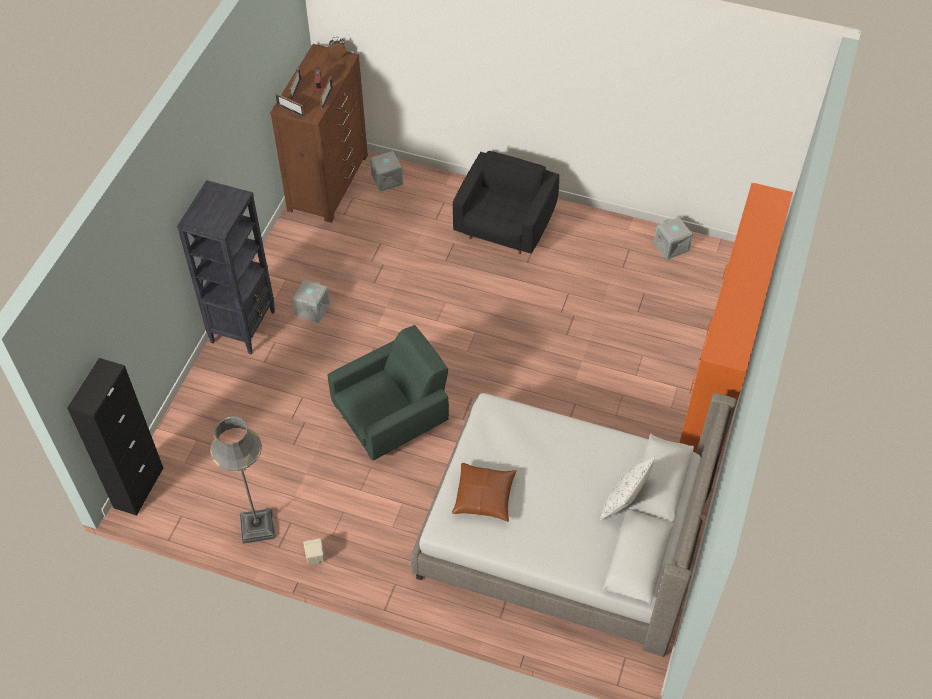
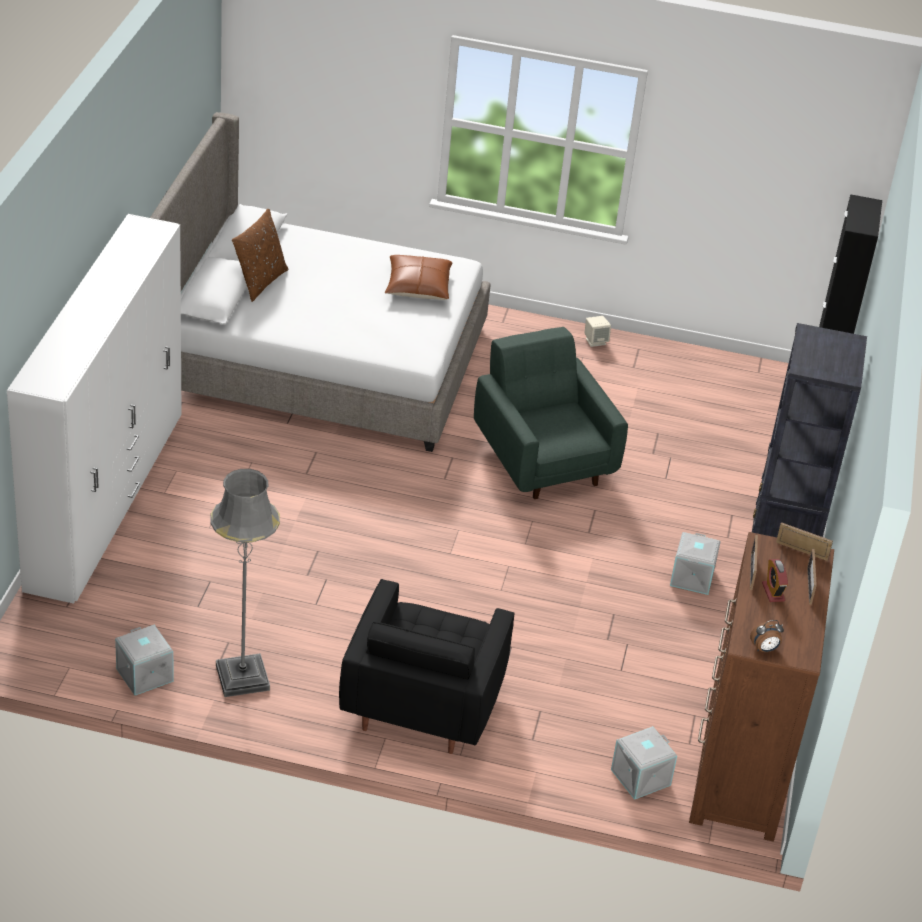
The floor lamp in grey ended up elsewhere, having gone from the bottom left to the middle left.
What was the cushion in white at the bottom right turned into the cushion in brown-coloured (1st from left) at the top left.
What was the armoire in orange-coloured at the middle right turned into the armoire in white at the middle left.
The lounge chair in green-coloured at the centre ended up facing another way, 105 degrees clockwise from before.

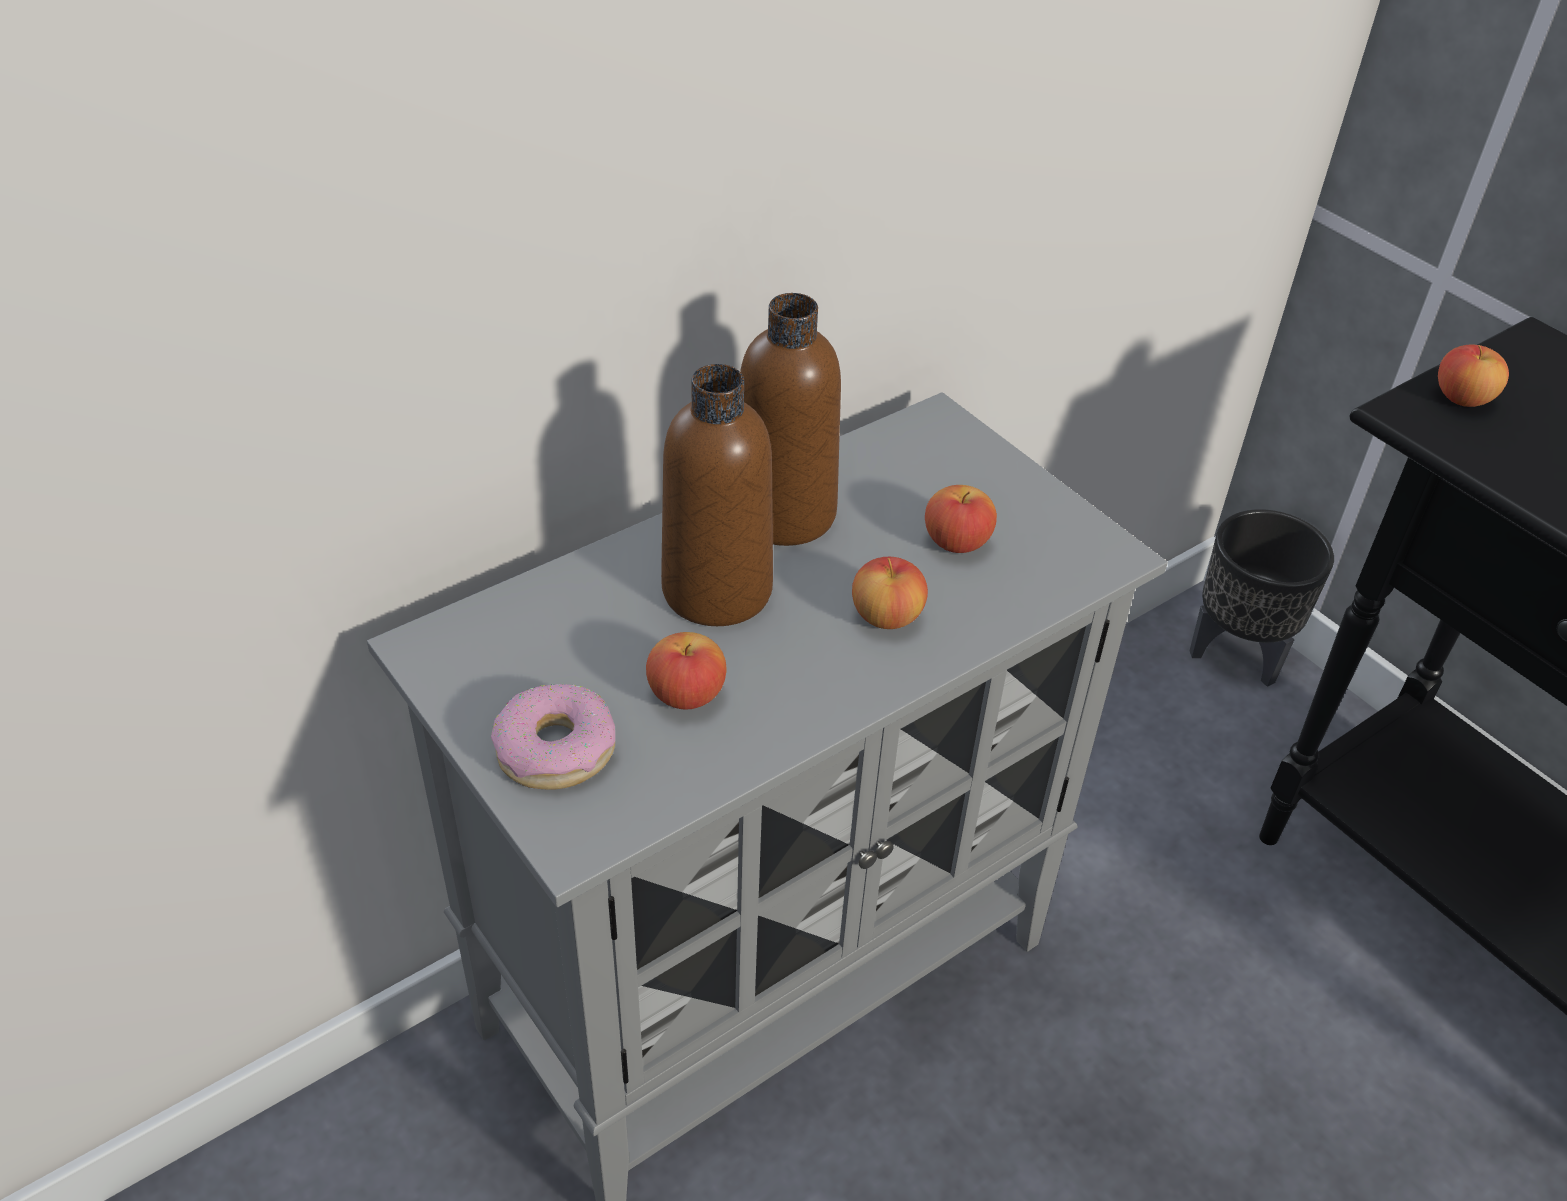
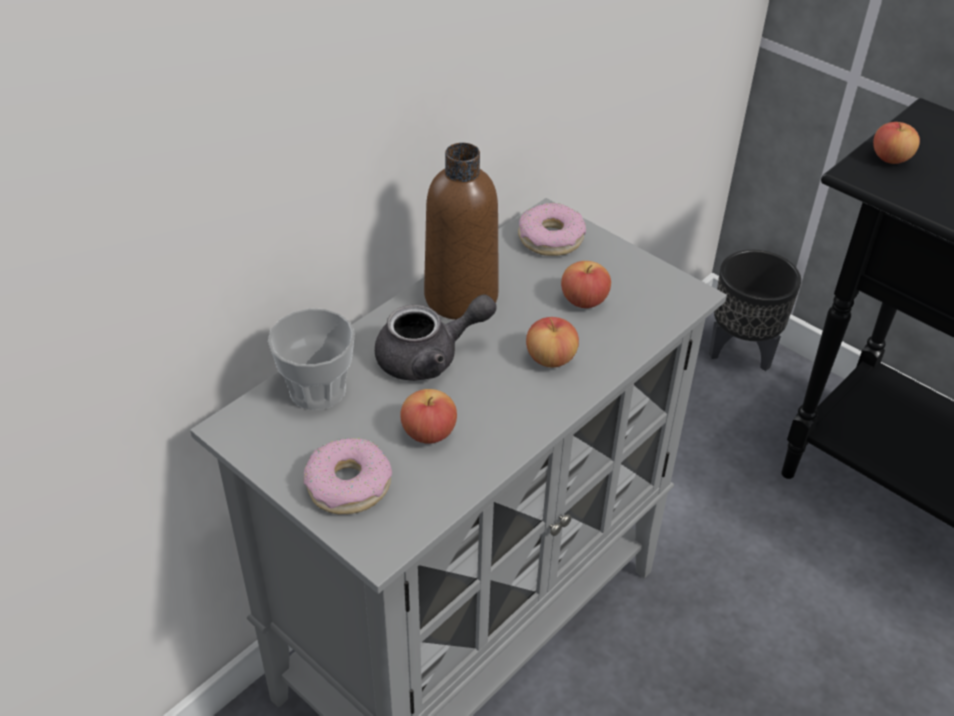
The second view gained the drinking cup at the middle left.
The second view gained the donut (2nd from left) at the top centre.
Where the bottle in brown-coloured (1st from left) stood at the centre, the teapot in grey came to stand at the centre.

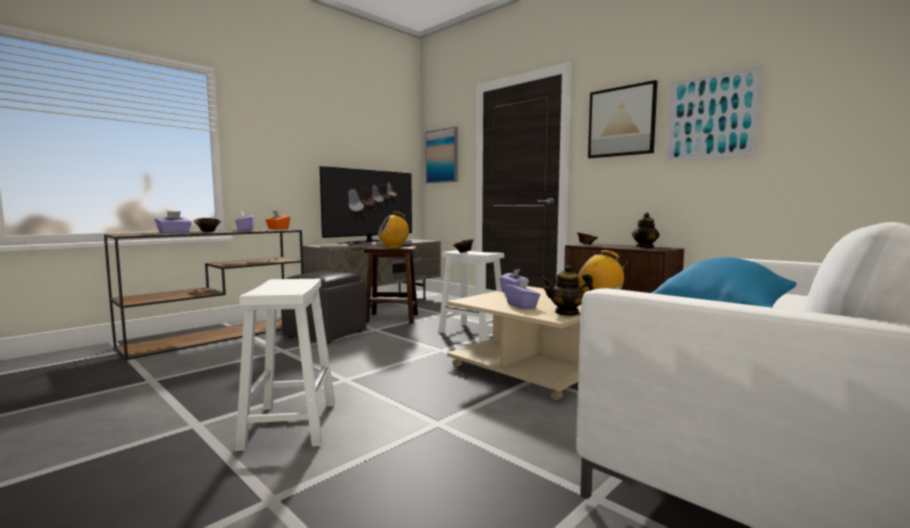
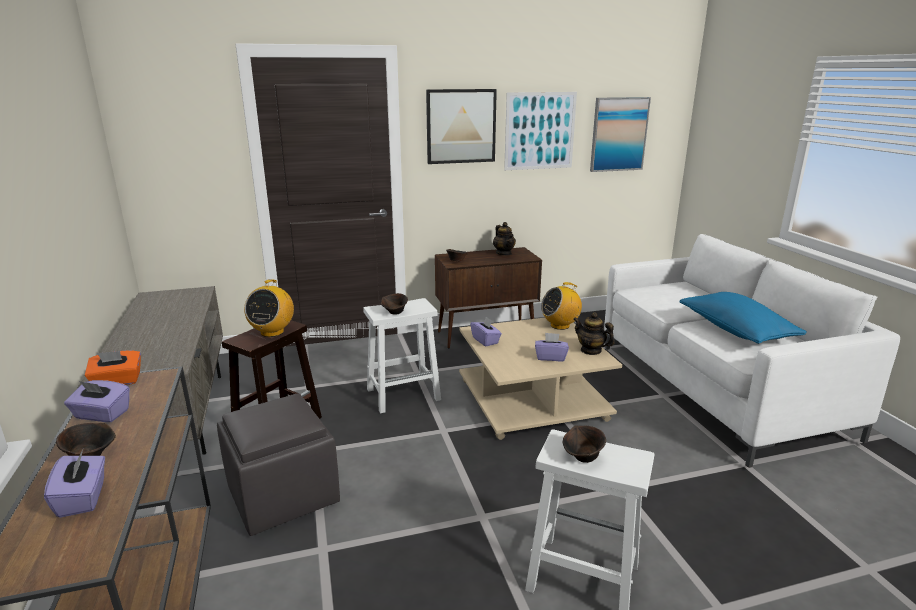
The second view lost the TV set at the centre.
The second view gained the deep dish in brown-coloured (4th from left) at the bottom centre.
The picture (1st from left in the first image) ended up elsewhere, having gone from the top centre to the top right.
The teapot (1st from left in the first image) at the centre ended up facing another way, 90 degrees clockwise from before.

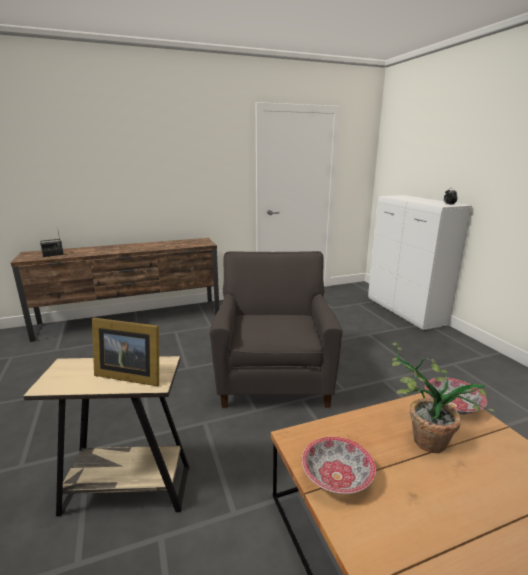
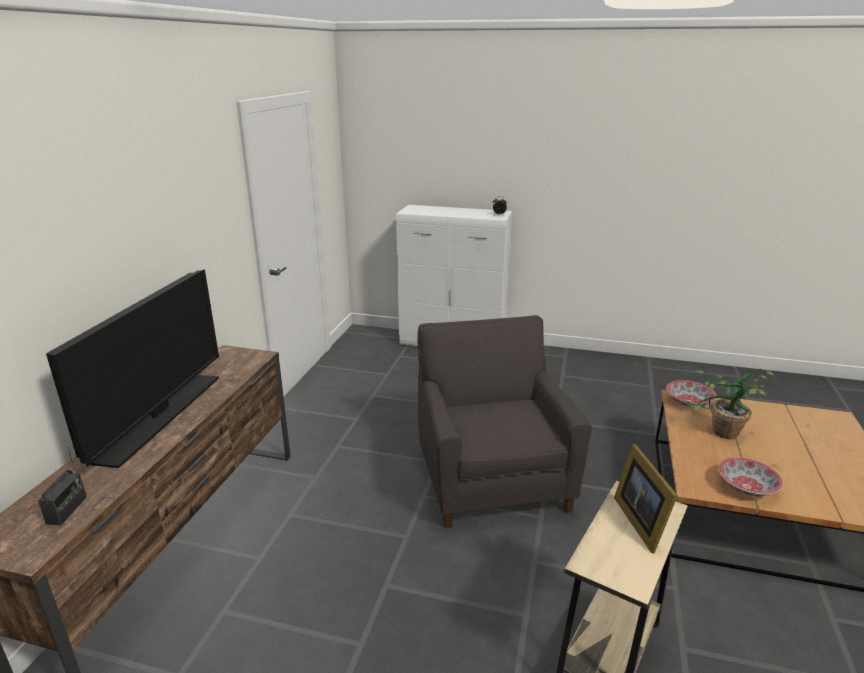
The second view gained the TV set at the middle left.
The photo frame at the middle left ended up facing another way, 120 degrees clockwise from before.
The lounge chair in grey at the centre ended up facing another way, 45 degrees clockwise from before.

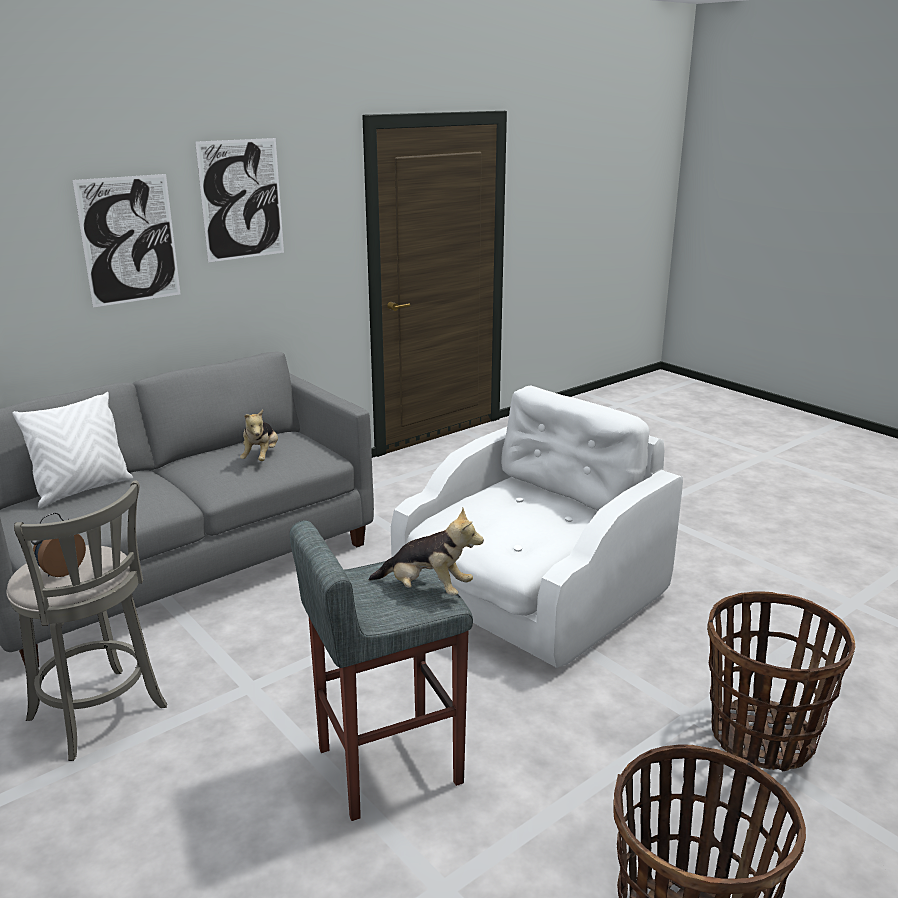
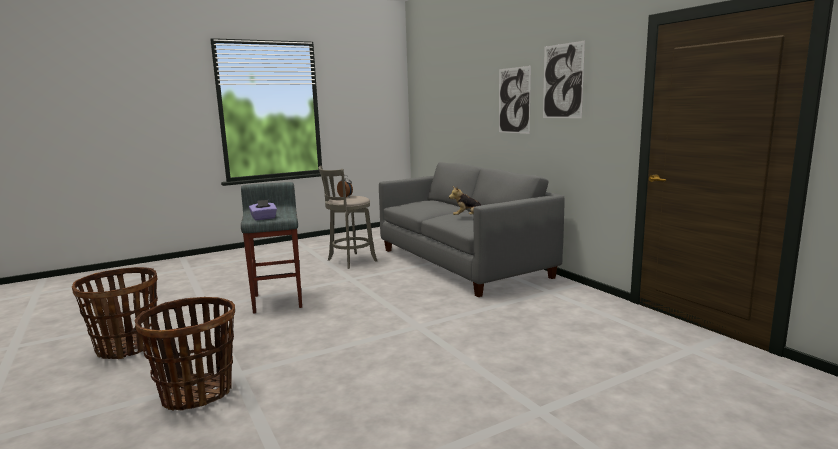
The second view lost the cushion in white at the middle left.
The second view lost the lounge chair in white at the centre.
Where the plush toy (2nd from left) stood at the centre, the tissue holder in purple-coloured came to stand at the middle left.

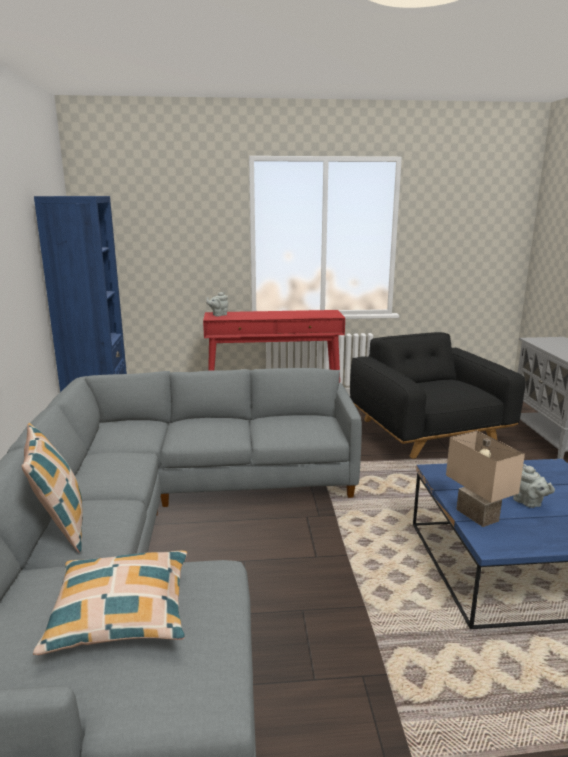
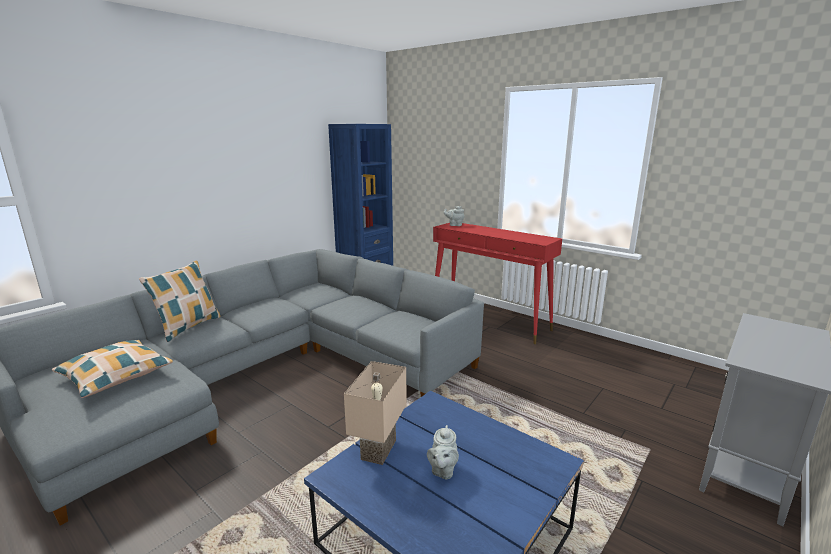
The second view lost the lounge chair in black-coloured at the middle right.

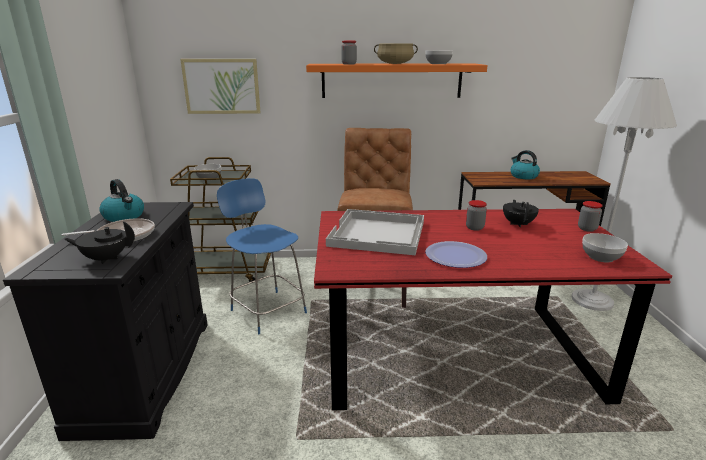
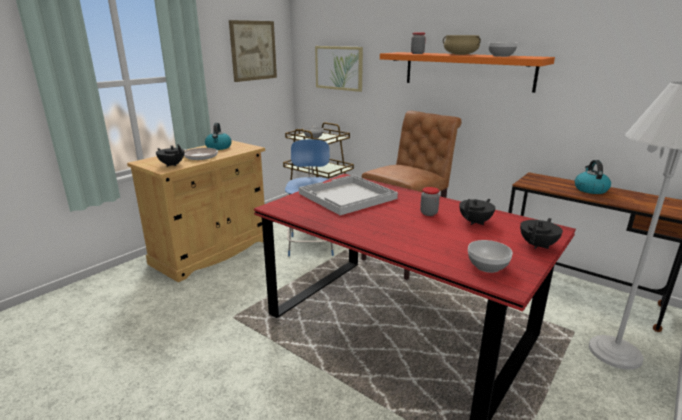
The second view lost the flat dish at the centre.
The second view gained the picture (1st from left) at the top centre.
Where the storage jar (3rd from left) stood at the middle right, the teapot in black-coloured (3rd from left) came to stand at the middle right.
What was the storage cabinet in black-coloured at the bottom left turned into the storage cabinet in beige at the middle left.

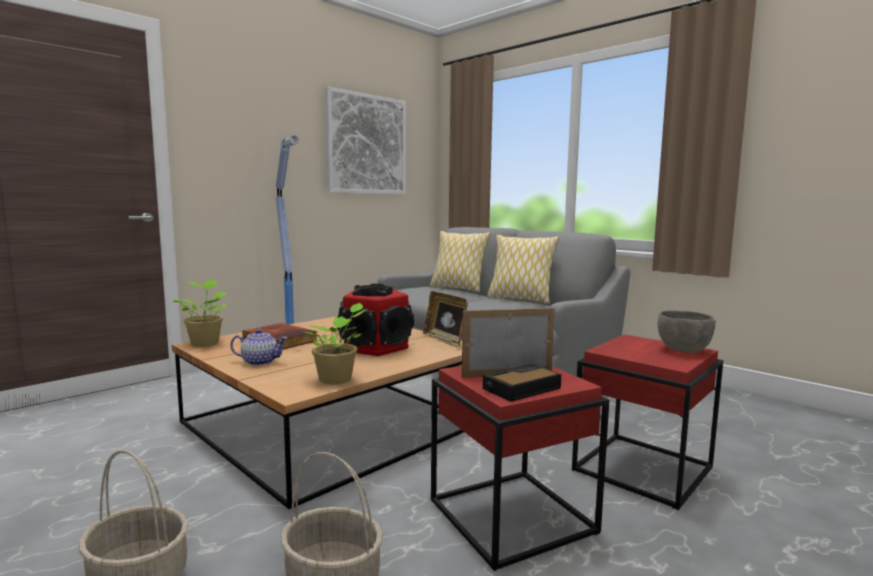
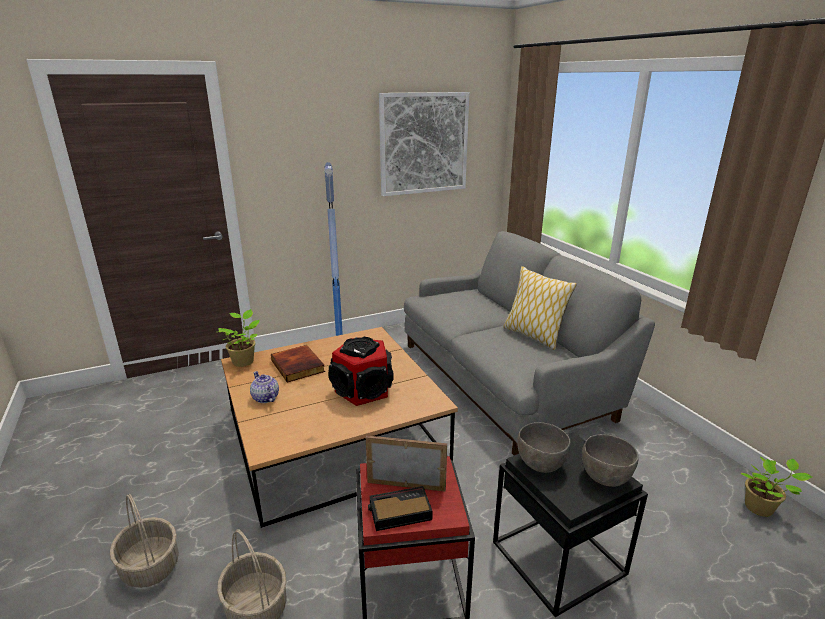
The second view lost the photo frame (1st from left) at the centre.
The second view lost the cushion (1st from left) at the centre.
The second view gained the deep dish in grey (1st from left) at the bottom centre.
The potted plant (2nd from left) ended up elsewhere, having gone from the centre to the bottom right.
What was the accent table in reddish (2nd from left) at the bottom right turned into the accent table in black-coloured at the bottom right.
The teapot at the middle left ended up facing another way, 150 degrees counterclockwise from before.

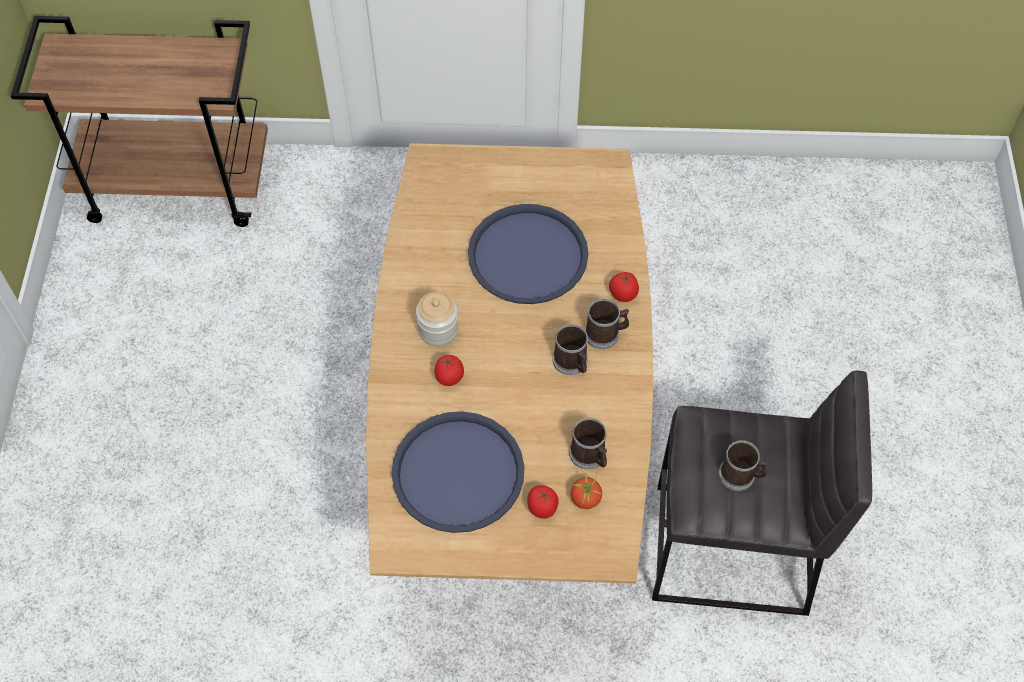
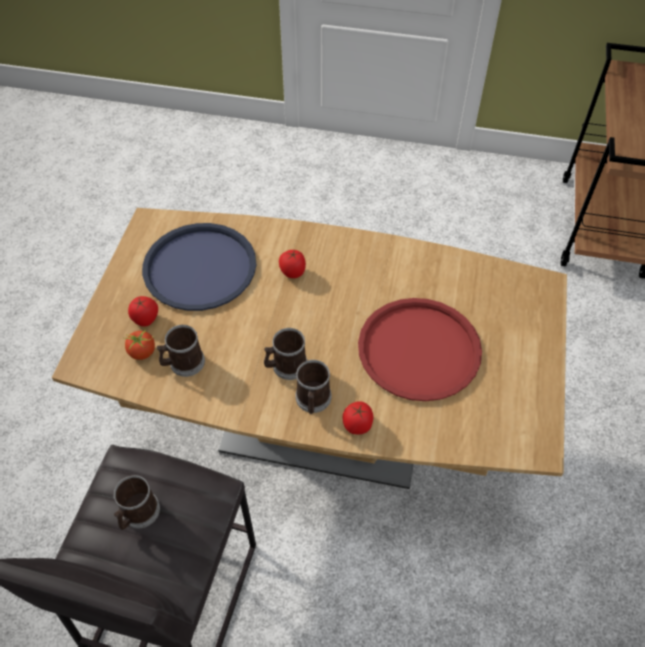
The second view lost the storage jar at the centre.
What was the serving tray in blue-coloured (2nd from left) at the centre turned into the serving tray in reddish at the centre.

